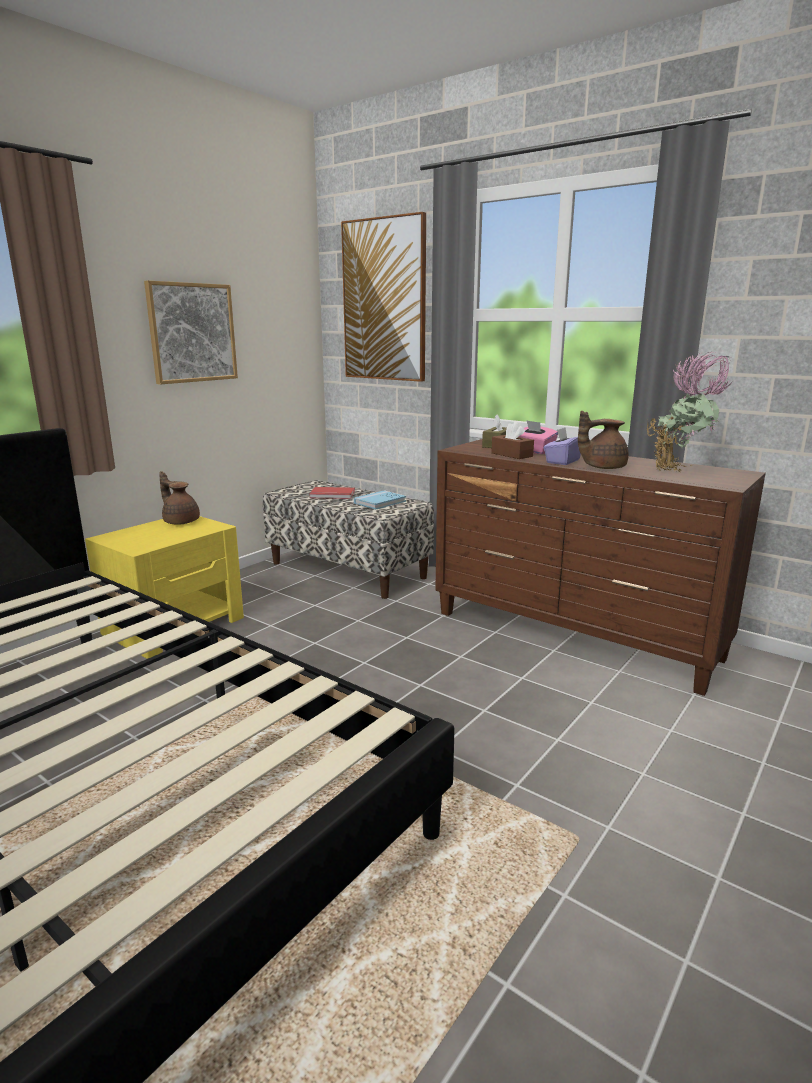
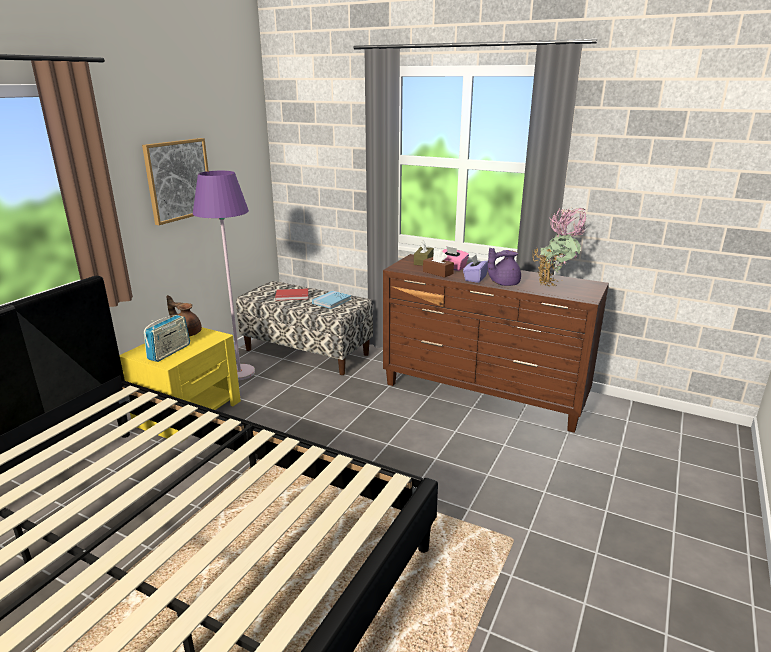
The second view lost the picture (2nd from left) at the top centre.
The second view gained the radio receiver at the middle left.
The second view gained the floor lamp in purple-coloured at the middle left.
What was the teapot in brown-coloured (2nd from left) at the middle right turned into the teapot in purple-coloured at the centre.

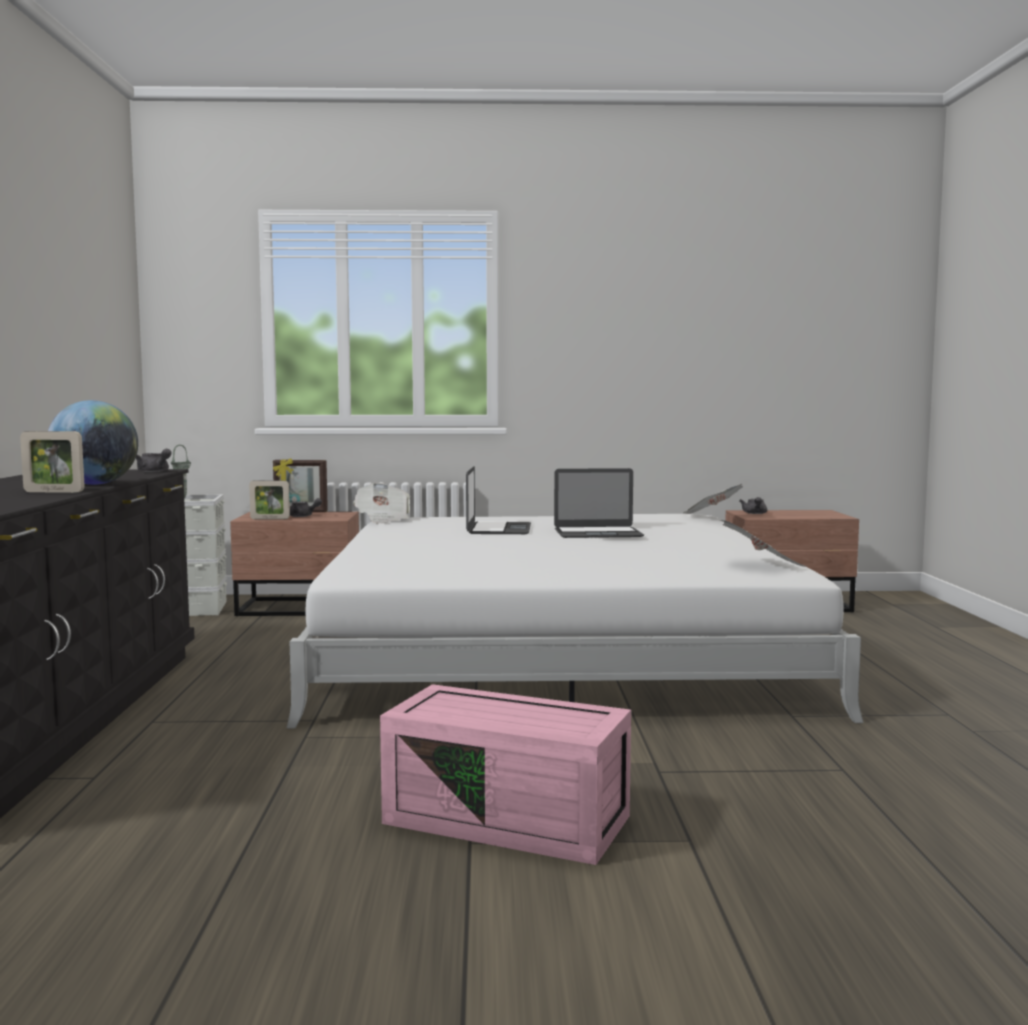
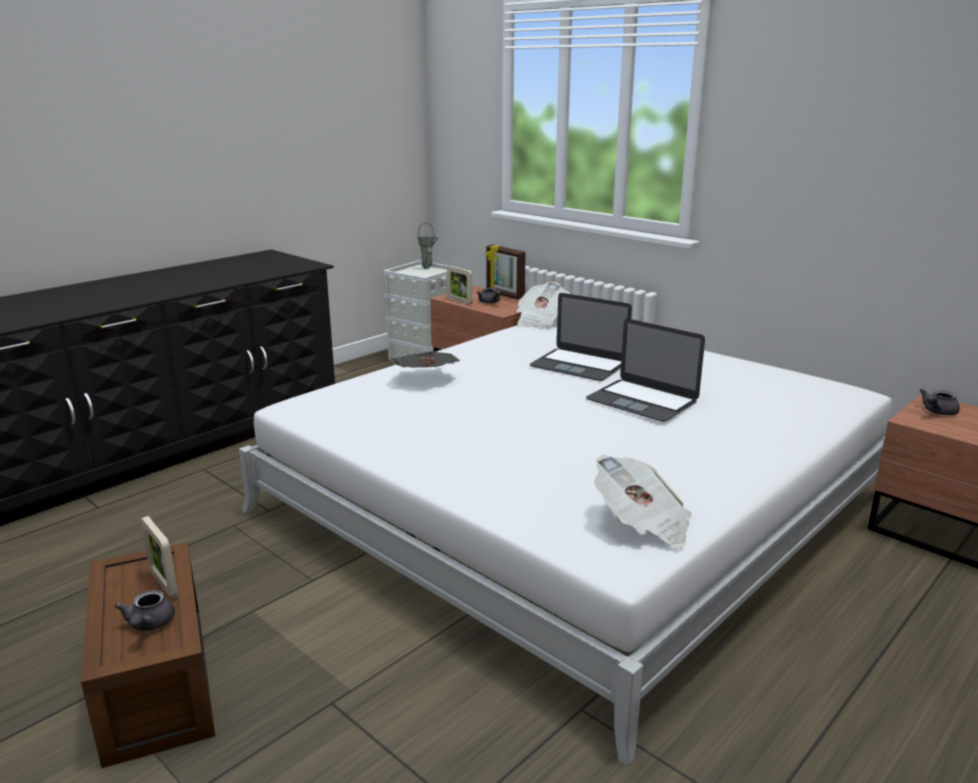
The second view lost the globe at the middle left.
The photo frame (1st from left) ended up elsewhere, having gone from the middle left to the bottom left.
The teapot in grey (1st from left) ended up elsewhere, having gone from the middle left to the bottom left.
The printed paper (2nd from left in the first image) ended up elsewhere, having gone from the middle right to the centre.
What was the storage container in pink-coloured at the bottom centre turned into the storage container in brown-coloured at the bottom left.
The laptop (1st from left) at the centre ended up facing another way, 75 degrees clockwise from before.

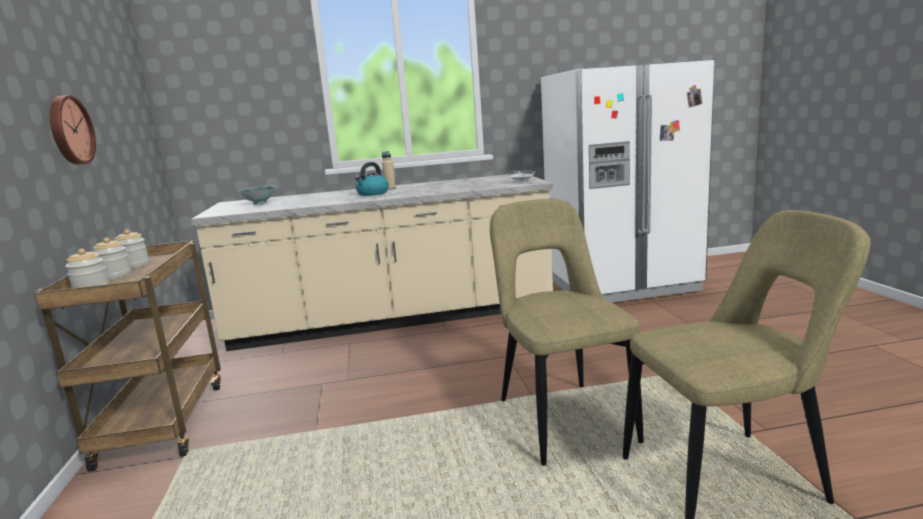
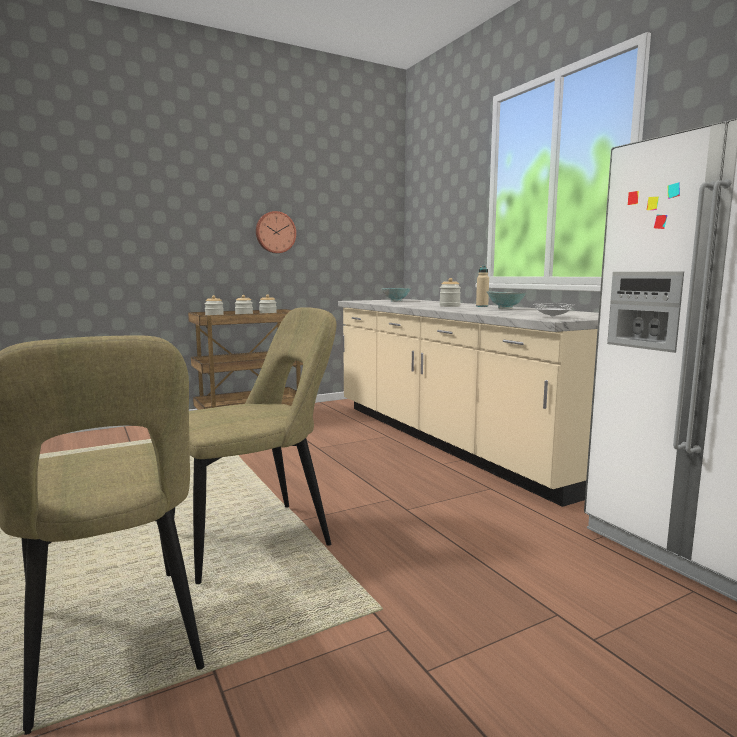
The second view gained the deep dish (2nd from left) at the middle right.
Where the tea kettle stood at the centre, the storage jar (4th from left) came to stand at the centre.

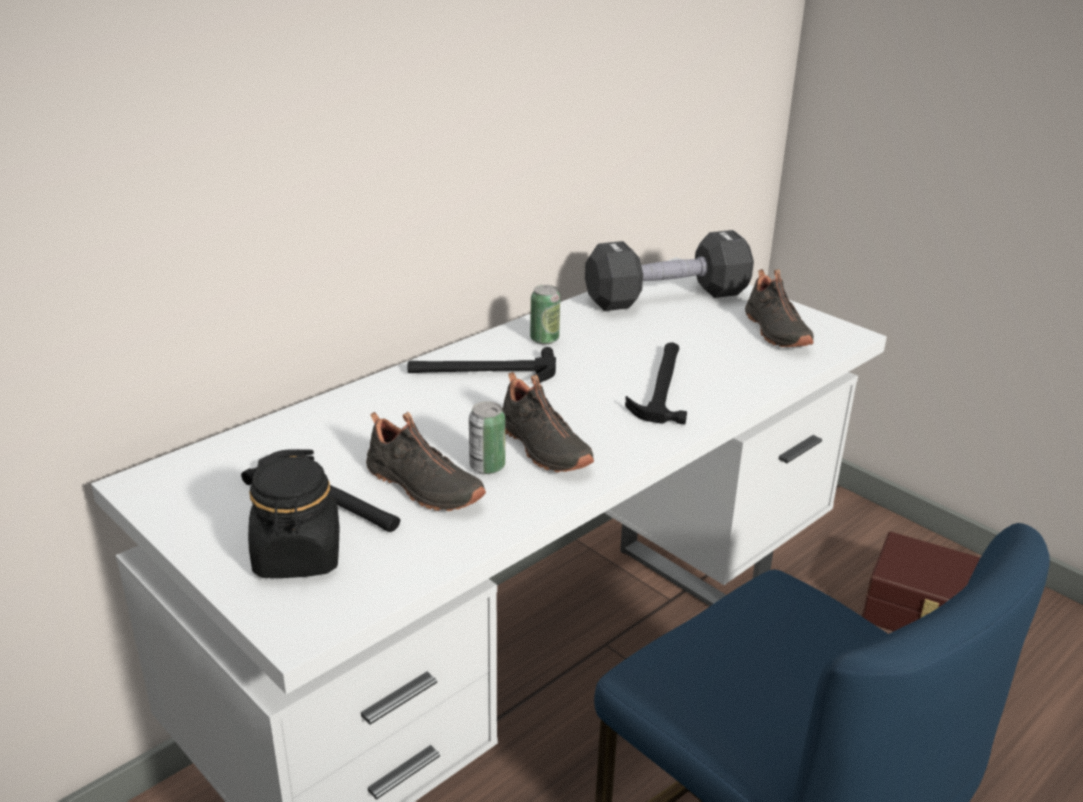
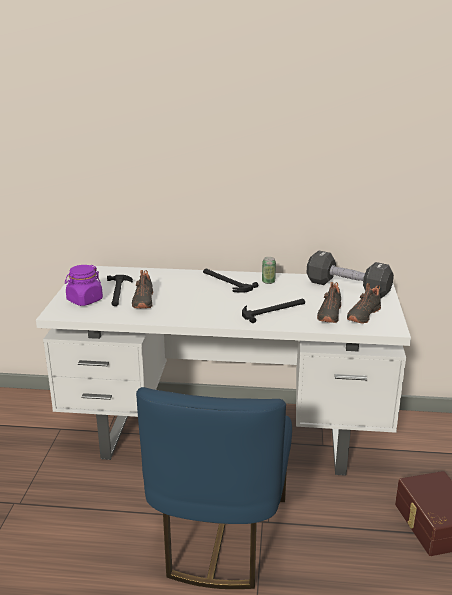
The second view lost the can (1st from left) at the centre.
The low shoe in black-coloured (2nd from left) ended up elsewhere, having gone from the centre to the middle right.
What was the storage jar in black-coloured at the middle left turned into the storage jar in purple-coloured at the middle left.

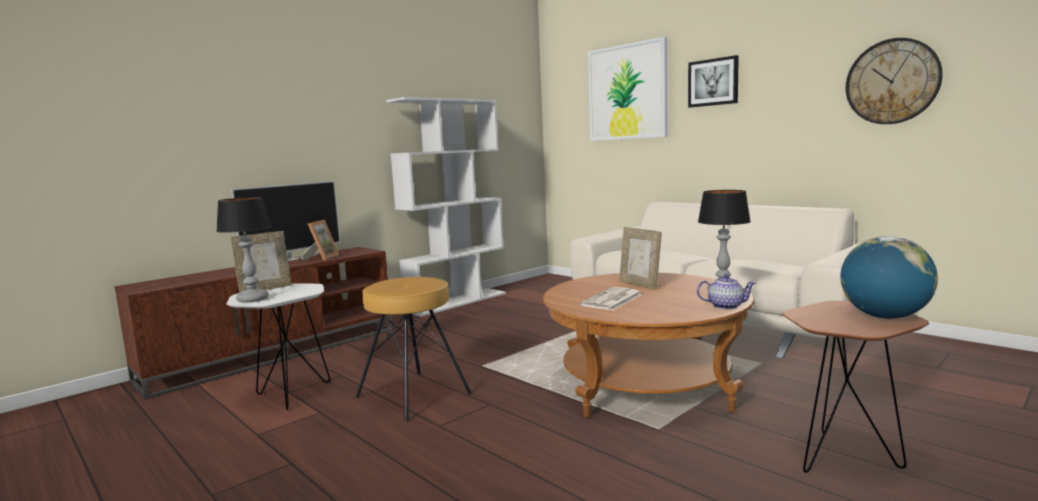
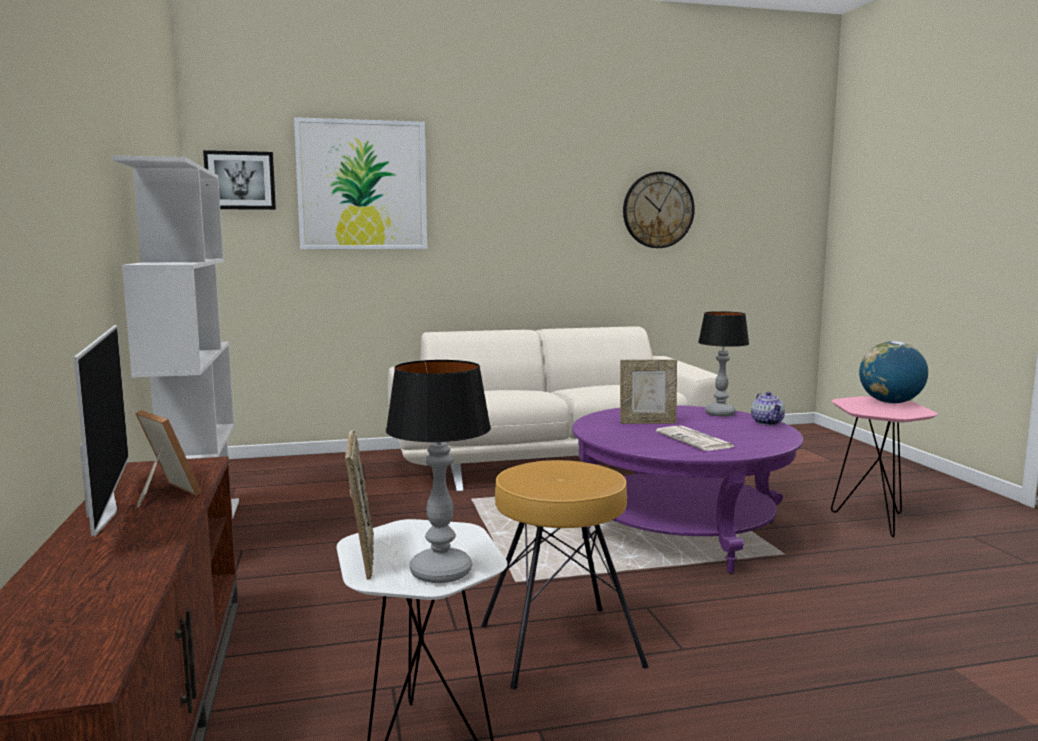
The picture (2nd from left in the first image) ended up elsewhere, having gone from the top right to the top left.
What was the coffee table in brown-coloured at the bottom centre turned into the coffee table in purple-coloured at the centre.
What was the accent table in brown-coloured at the bottom right turned into the accent table in pink-coloured at the middle right.
The teapot at the middle right ended up facing another way, 135 degrees clockwise from before.

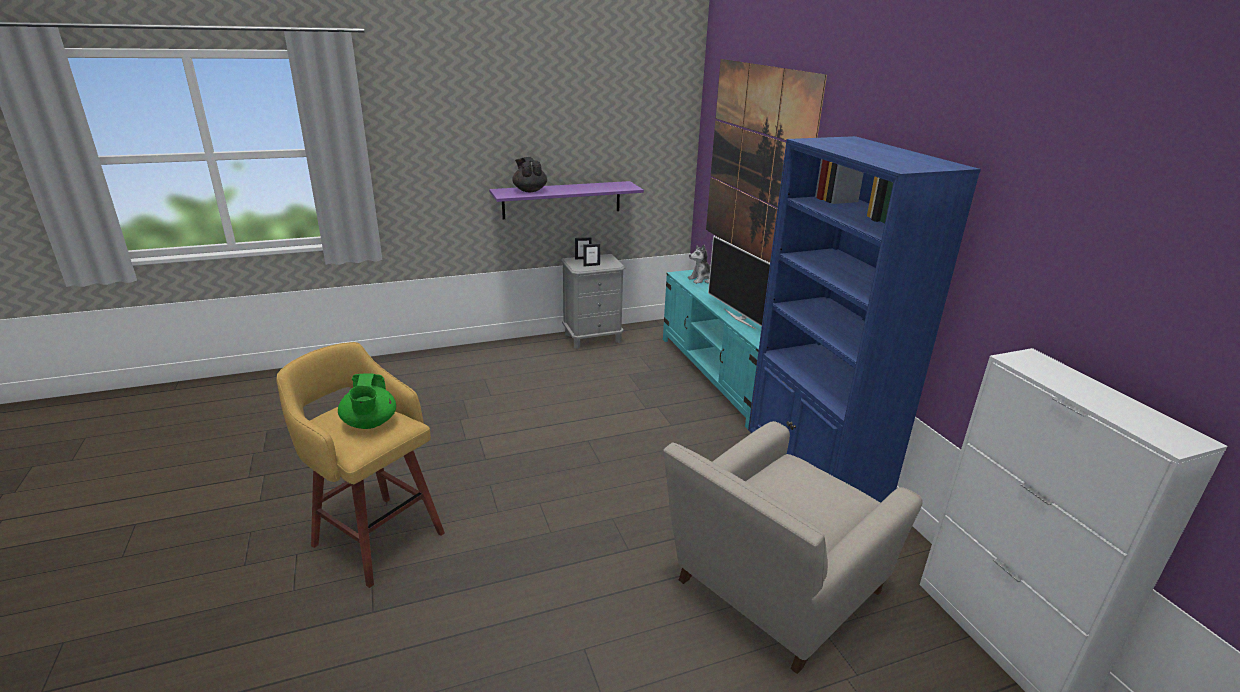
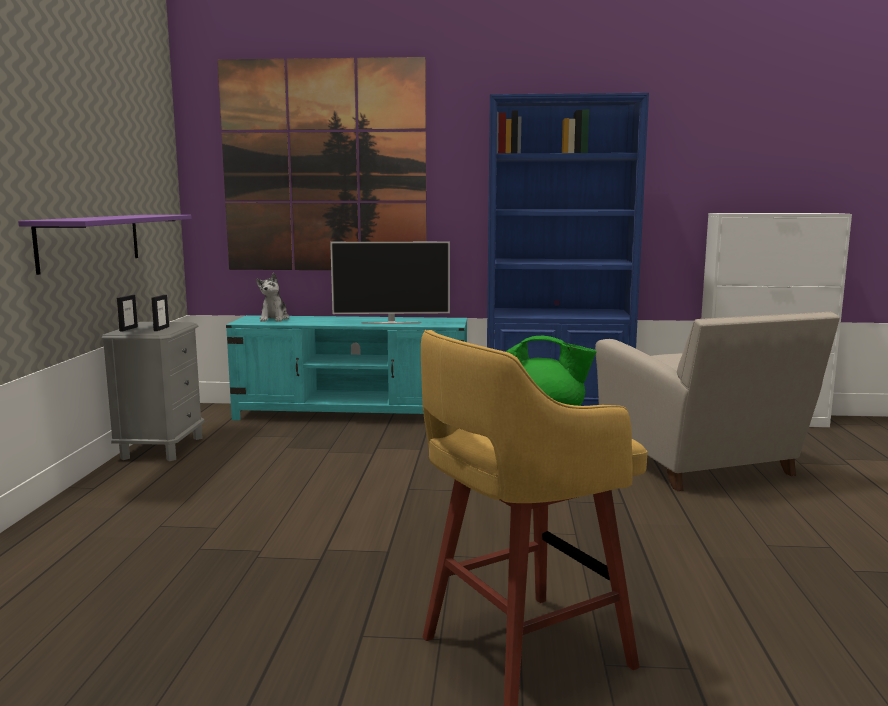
The second view lost the teapot in black-coloured at the top centre.

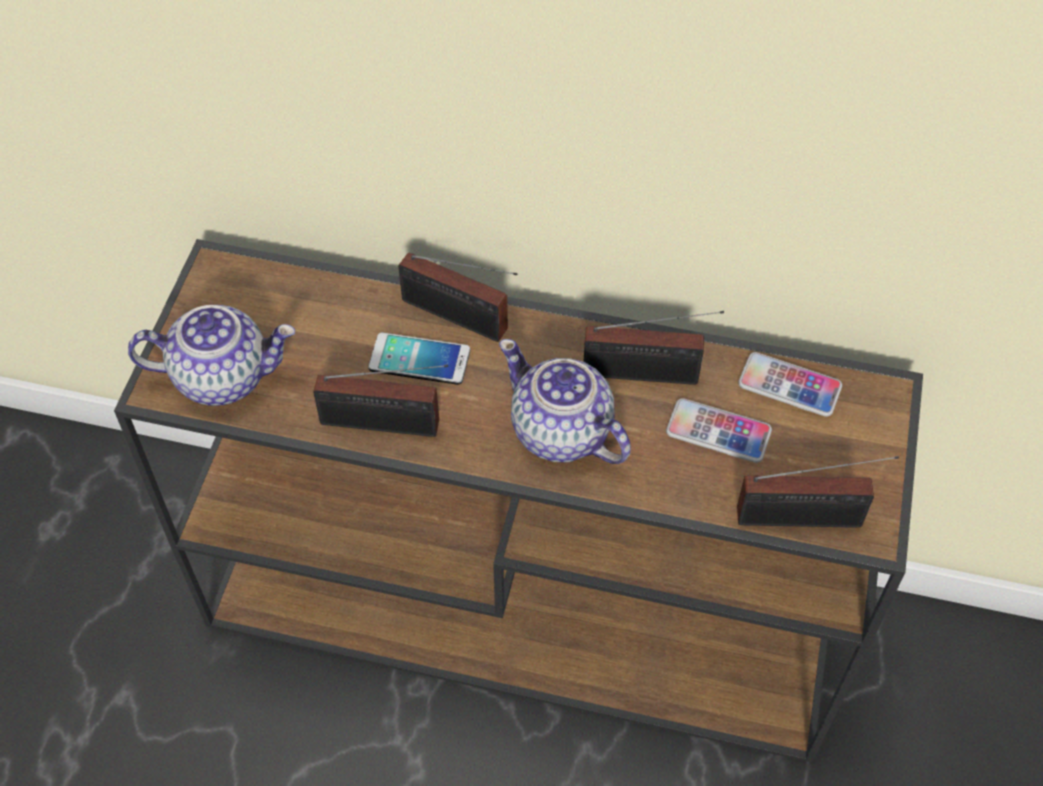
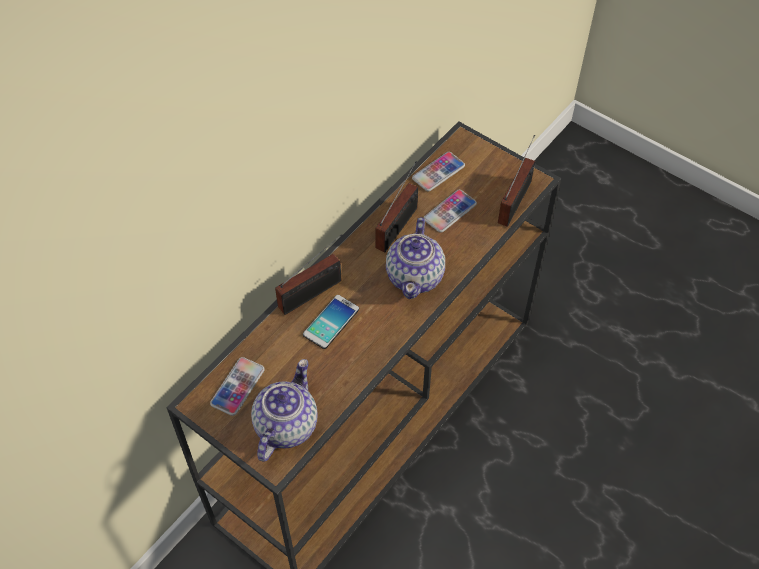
The second view lost the radio receiver (1st from left) at the centre.
The second view gained the telephone (1st from left) at the bottom left.
The teapot (2nd from left) at the centre ended up facing another way, 60 degrees counterclockwise from before.

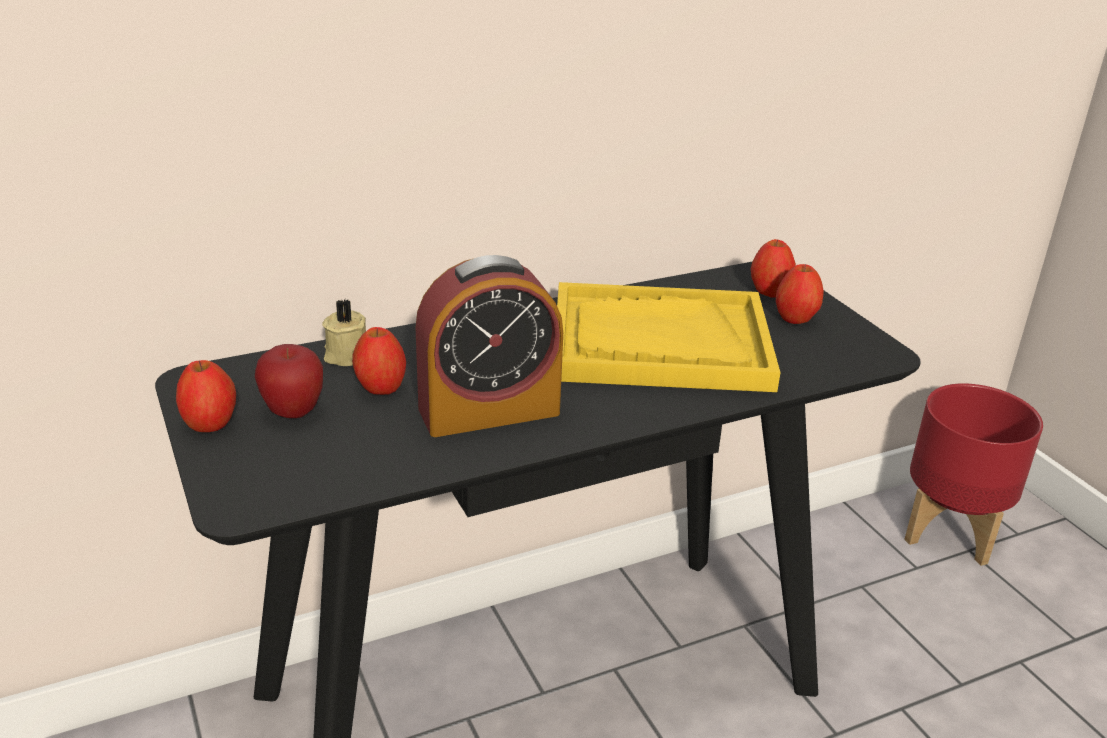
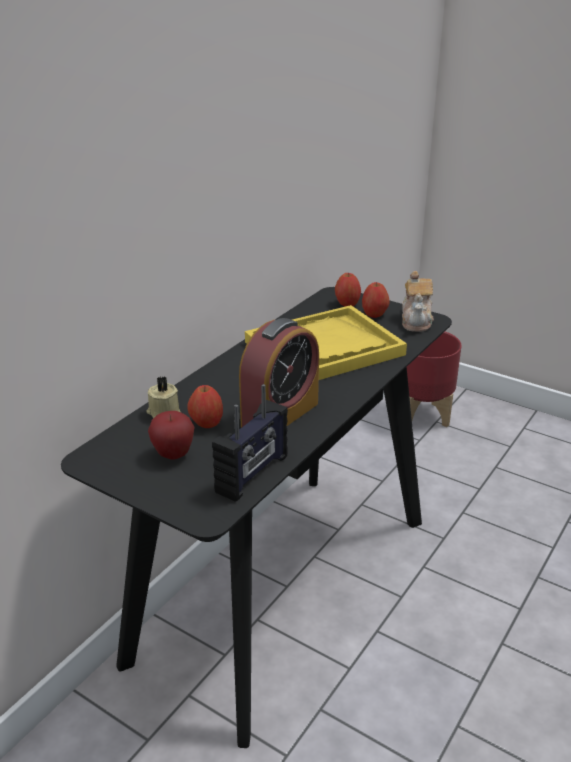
The second view lost the apple (1st from left) at the middle left.
The second view gained the radio receiver at the centre.
The second view gained the teapot at the middle right.

